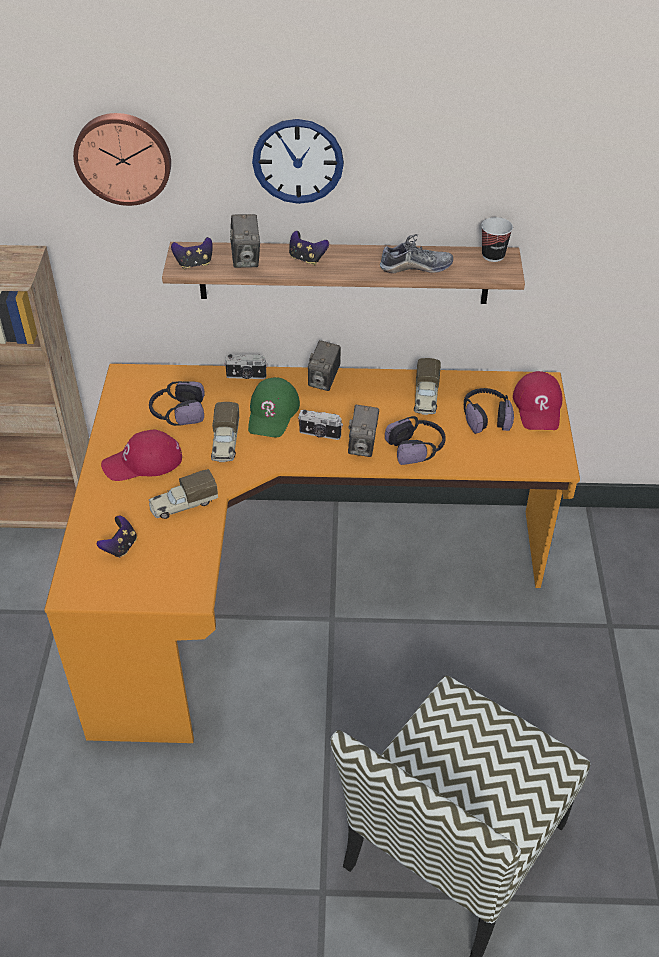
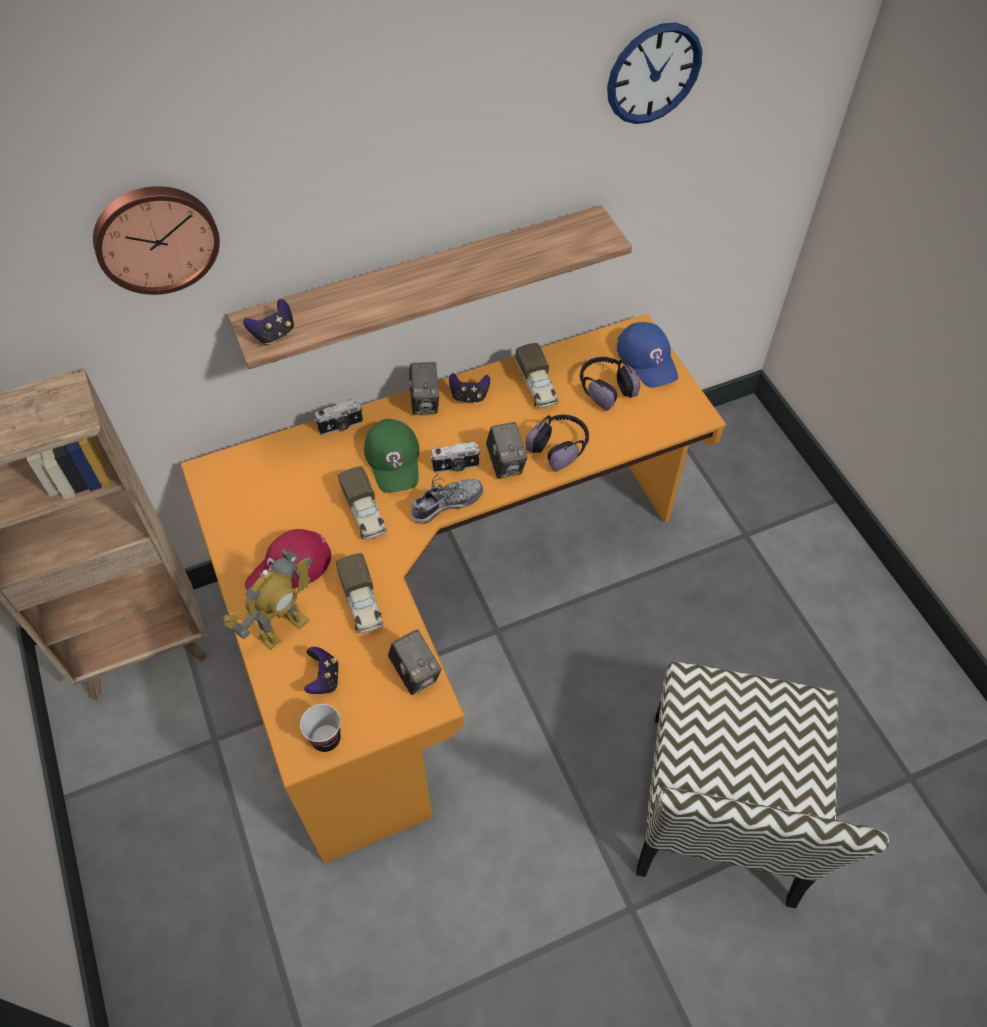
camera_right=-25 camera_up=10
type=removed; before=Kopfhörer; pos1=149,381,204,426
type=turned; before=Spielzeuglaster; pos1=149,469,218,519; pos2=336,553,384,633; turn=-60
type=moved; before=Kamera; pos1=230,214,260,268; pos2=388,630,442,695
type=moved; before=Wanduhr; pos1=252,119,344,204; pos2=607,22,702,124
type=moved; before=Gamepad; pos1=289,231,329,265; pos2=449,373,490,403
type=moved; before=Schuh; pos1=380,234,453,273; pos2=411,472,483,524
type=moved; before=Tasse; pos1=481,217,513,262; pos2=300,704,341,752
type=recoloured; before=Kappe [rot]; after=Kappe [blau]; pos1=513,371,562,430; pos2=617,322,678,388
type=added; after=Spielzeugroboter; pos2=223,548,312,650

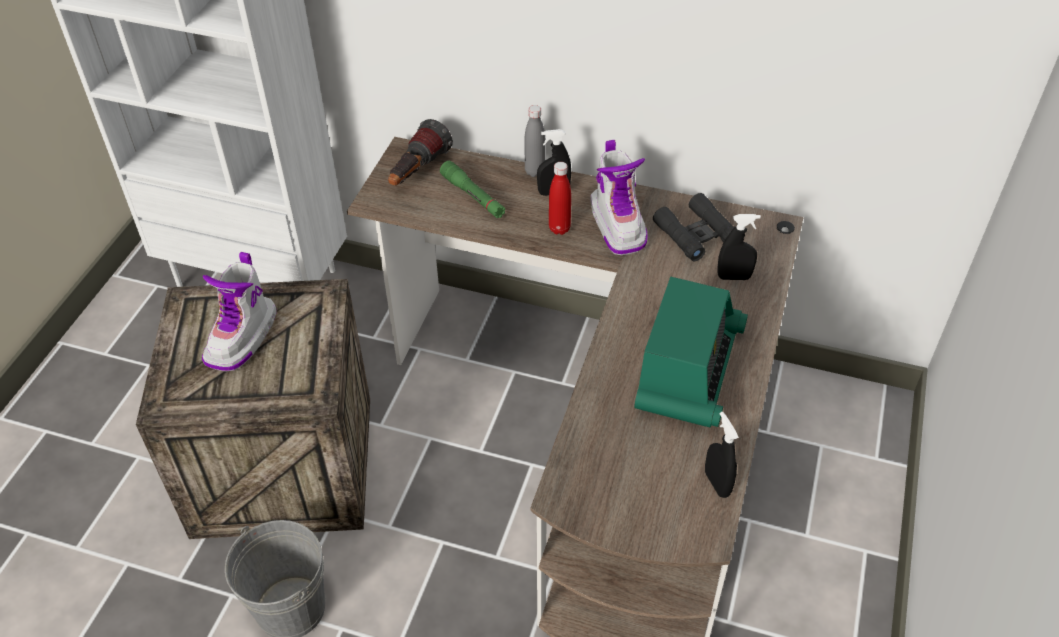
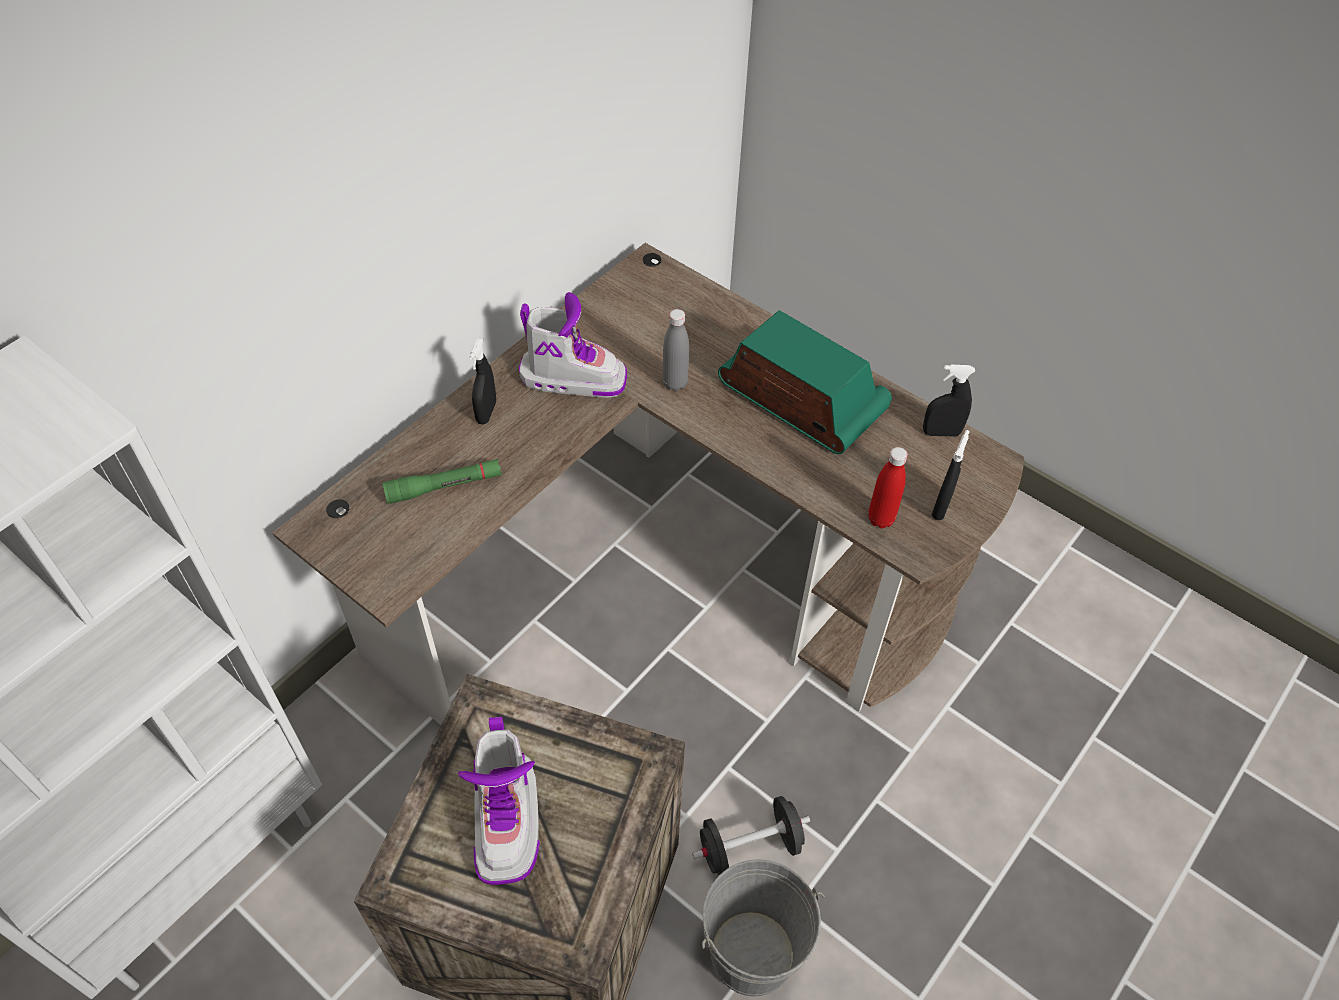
camera_right=-70 camera_up=5
type=turned; before=Stiefel; pos1=202,252,277,372; pos2=458,717,540,885; turn=45
type=removed; before=Taschenlampe; pos1=388,119,453,186
type=moved; before=Flasche [grau]; pos1=525,105,546,177; pos2=662,309,689,391
type=moved; before=Flasche [rot]; pos1=549,162,571,235; pos2=868,447,908,528
type=removed; before=Fernglas [schwarz]; pos1=653,193,734,261
type=moved; before=Sprühflasche [schwarz]; pos1=718,214,761,280; pos2=932,430,970,520
type=added; after=Hantel [schwarz]; pos2=692,796,810,875

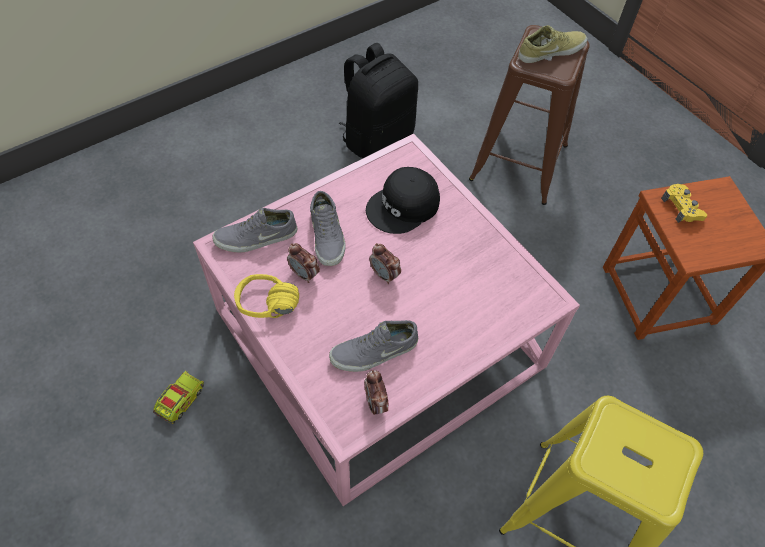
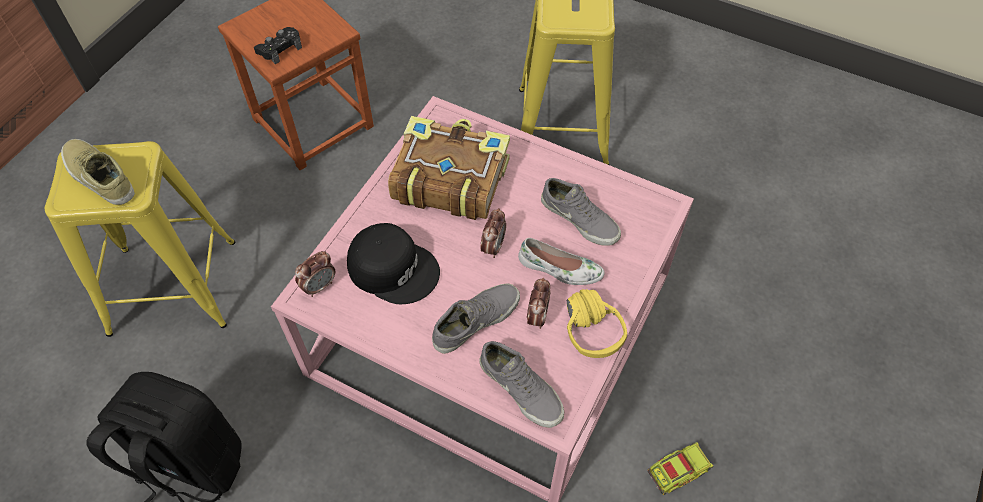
camera_right=-115 camera_up=0
type=turned; before=Spielzeuglaster; pos1=153,371,204,424; pos2=648,442,713,495; turn=150
type=moved; before=Wecker; pos1=364,370,388,415; pos2=295,251,335,297
type=recoloured; before=Hocker [braun]; after=Hocker [gelb]; pos1=469,25,590,205; pos2=45,141,235,337
type=recoloured; before=Gamepad [gelb]; after=Gamepad [schwarz]; pos1=661,184,707,223; pos2=254,27,302,65
type=added; after=Buch; pos2=388,116,510,220
type=added; after=Schuh [weiß]; pos2=518,238,605,285

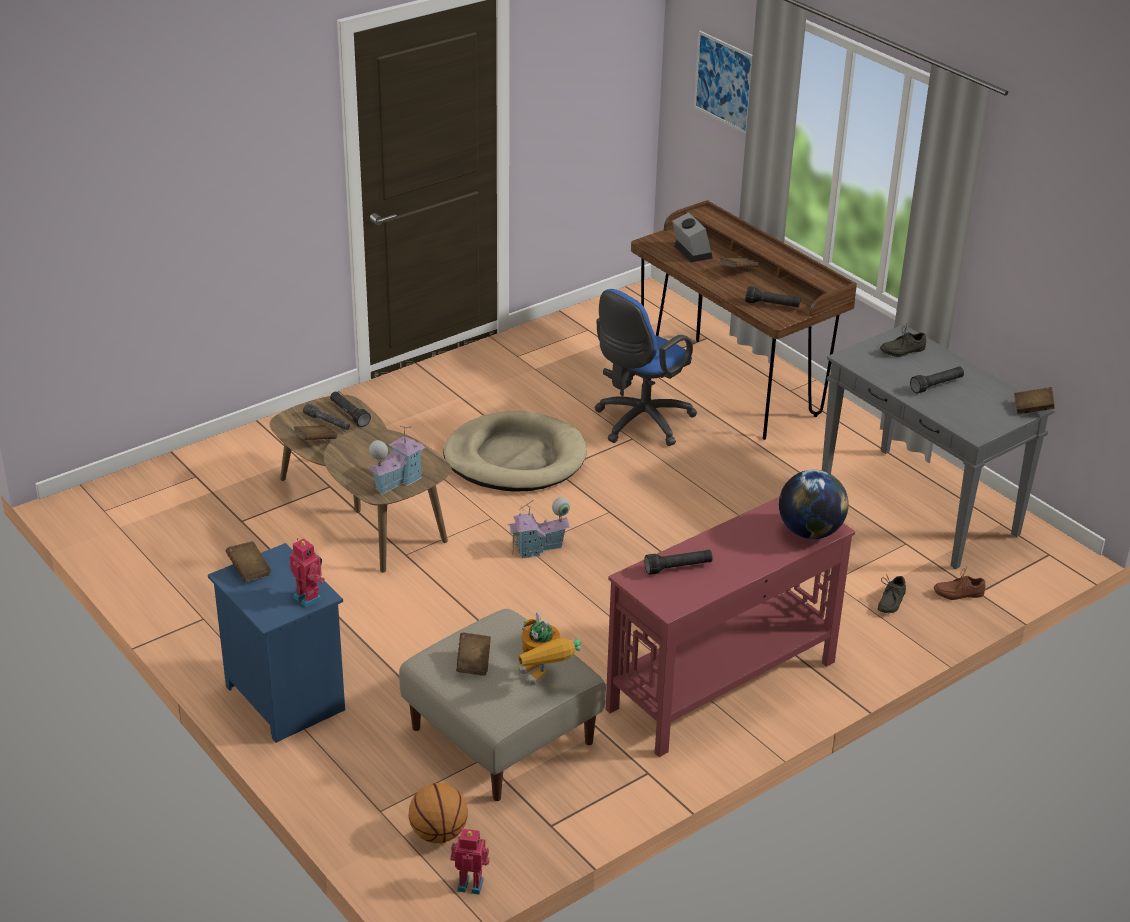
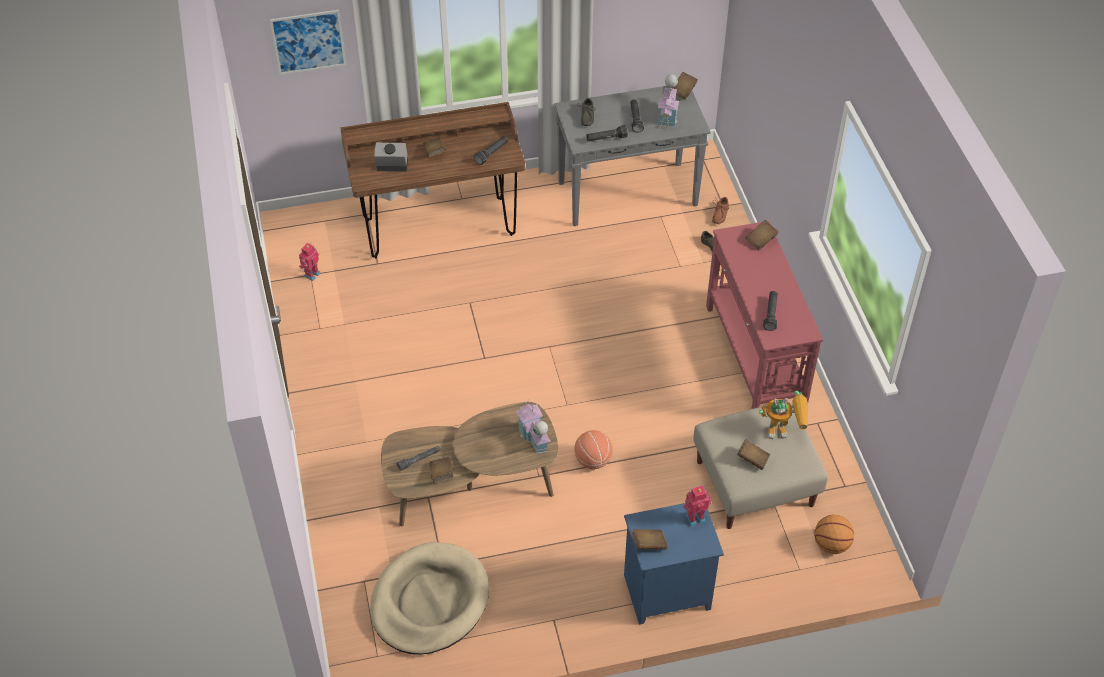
camera_right=-65 camera_up=15
type=moved; before=Taschenlampe [schwarz]; pos1=330,392,371,427; pos2=586,125,628,141
type=moved; before=Hundebett [beige]; pos1=443,411,587,492; pos2=370,542,489,655
type=moved; before=Spielzeugroboter; pos1=450,828,490,895; pos2=299,243,321,281
type=moved; before=Spielzeughaus; pos1=508,497,570,558; pos2=657,74,679,130
type=removed; before=Bürostuhl [blau]; pos1=595,289,697,446
type=replaced; before=Globus; after=Buch [braun]; pos1=779,470,849,539; pos2=745,220,778,250
type=added; after=Basketball; pos2=574,430,613,469

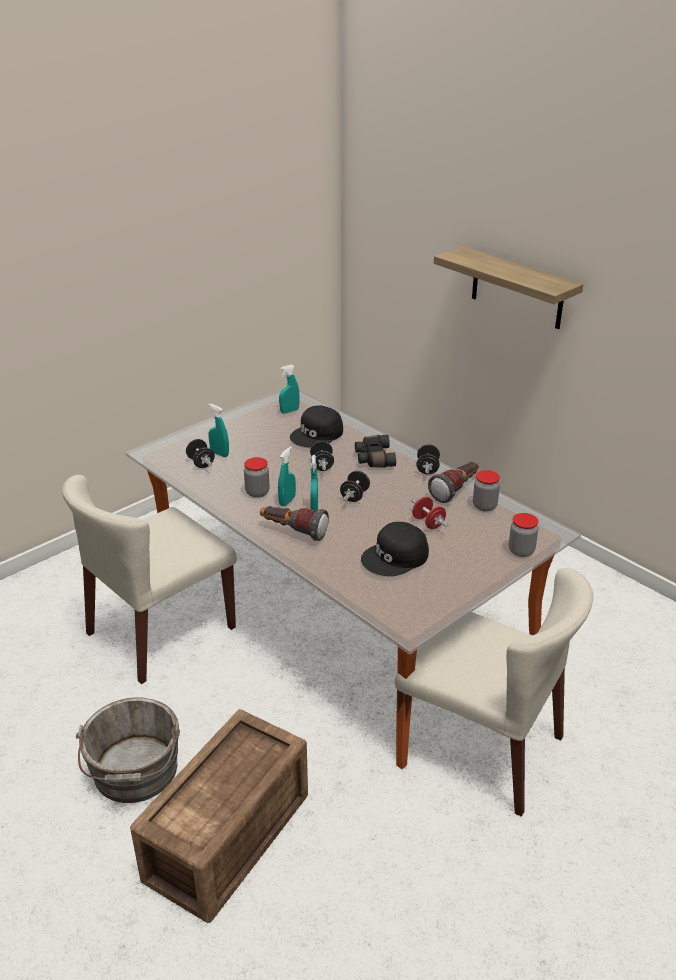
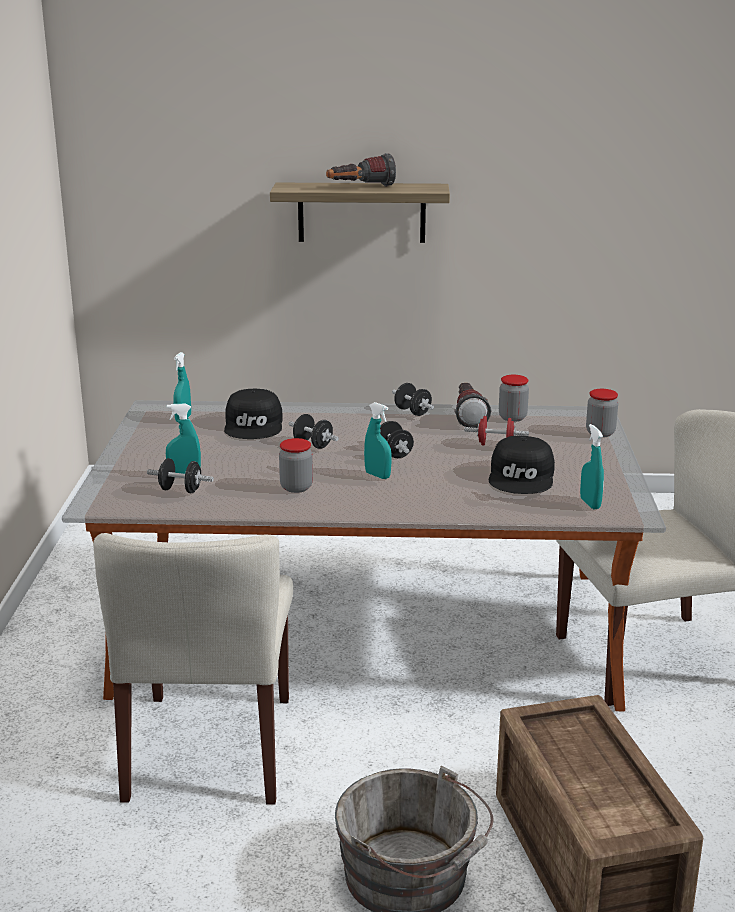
camera_right=-45 camera_up=-10
type=moved; before=Taschenlampe; pos1=260,506,329,541; pos2=326,153,396,186
type=moved; before=Sprühflasche [türkis]; pos1=278,446,296,506; pos2=580,424,604,509
type=removed; before=Fernglas [schwarz]; pos1=355,435,396,467

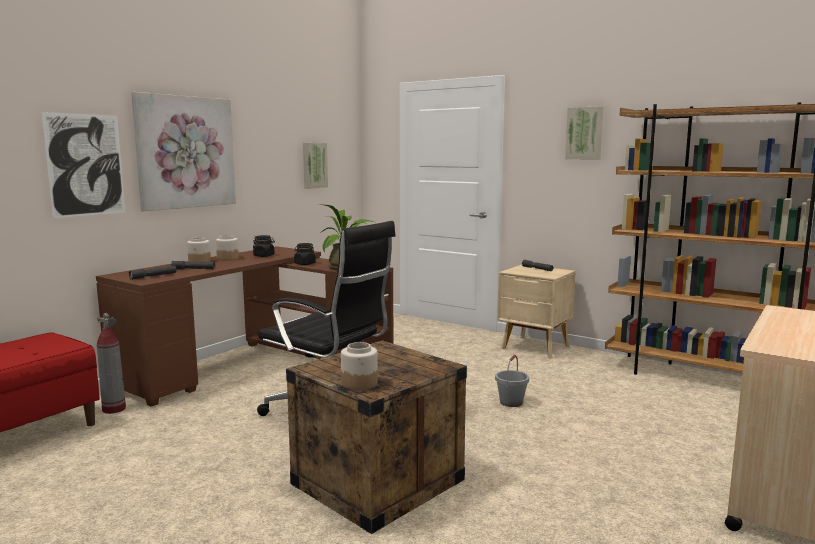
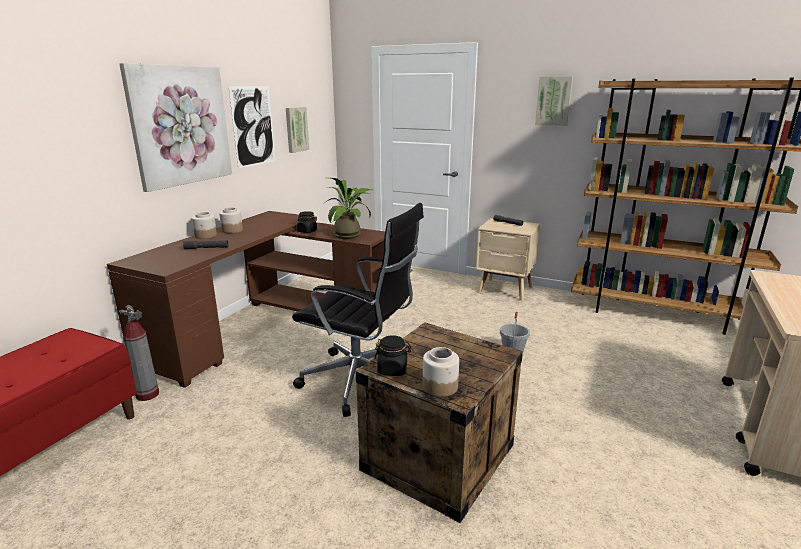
camera_right=-10 camera_up=10
type=moved; before=Bild; pos1=41,112,125,218; pos2=228,86,275,168
type=removed; before=Taschenlampe [grau]; pos1=129,266,176,280
type=moved; before=Vorratsglas [schwarz]; pos1=253,235,275,257; pos2=374,335,411,376

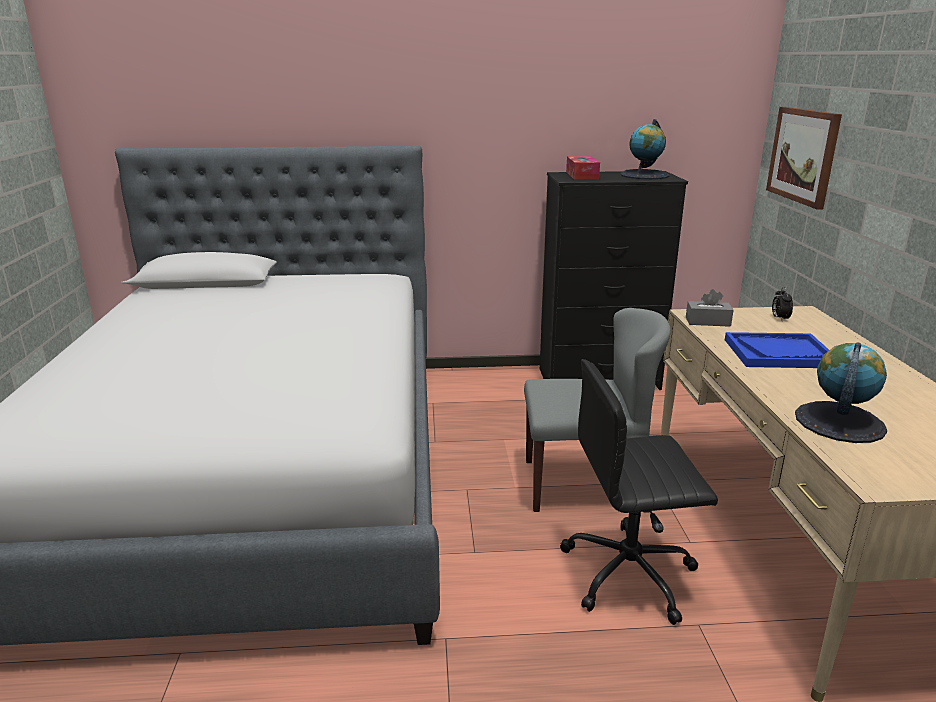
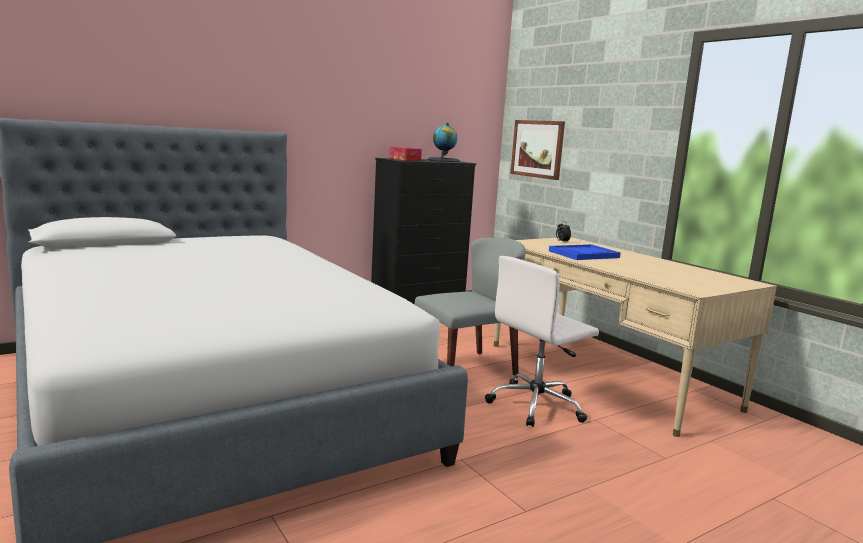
camera_right=-30 camera_up=-10
type=recoloured; before=Bürostuhl [schwarz]; after=Bürostuhl [weiß]; pos1=560,359,718,625; pos2=485,256,599,427
type=removed; before=Taschentuchbox [grau]; pos1=686,289,734,327
type=removed; before=Globus; pos1=795,342,887,443

